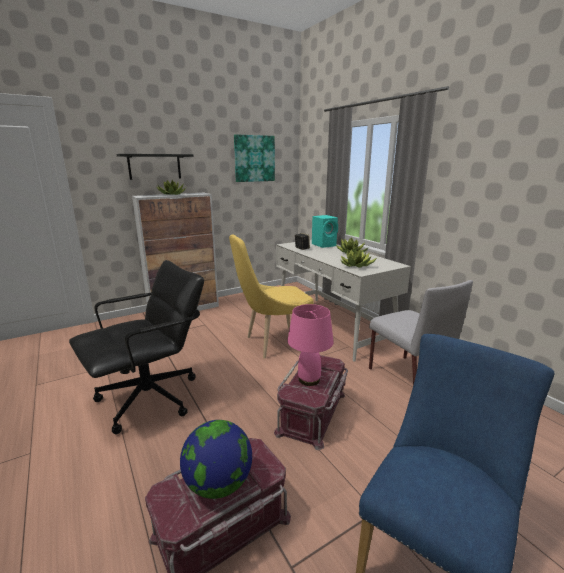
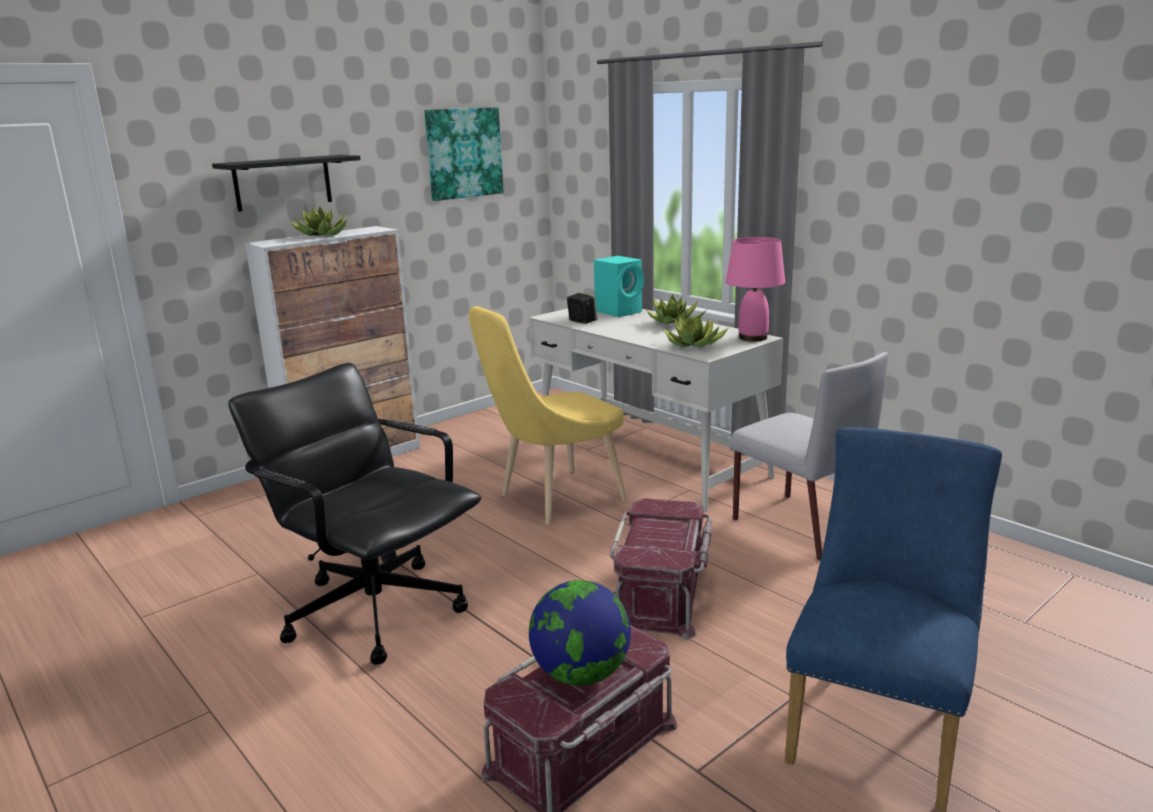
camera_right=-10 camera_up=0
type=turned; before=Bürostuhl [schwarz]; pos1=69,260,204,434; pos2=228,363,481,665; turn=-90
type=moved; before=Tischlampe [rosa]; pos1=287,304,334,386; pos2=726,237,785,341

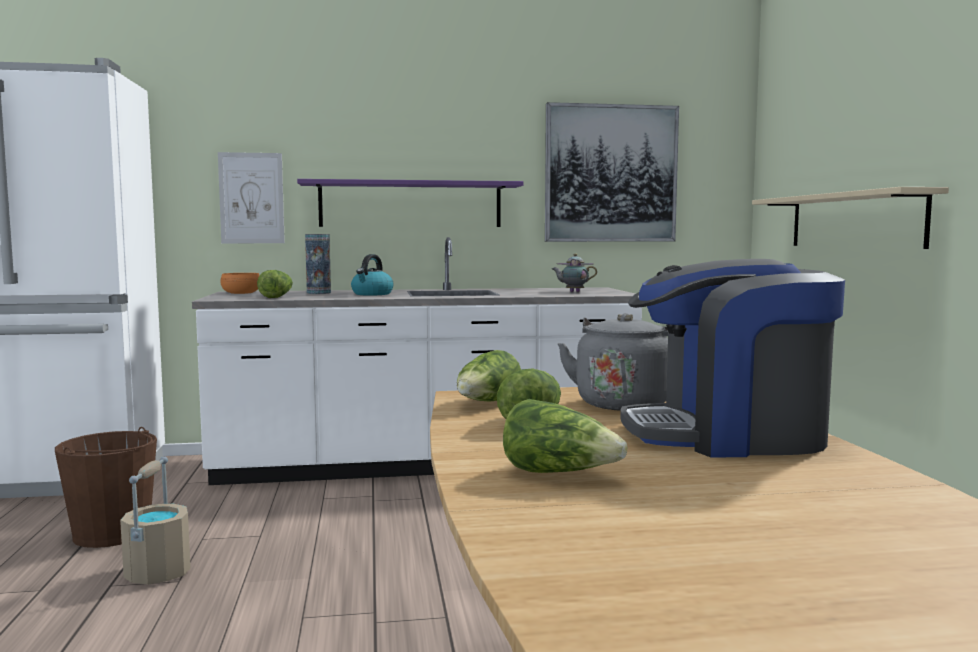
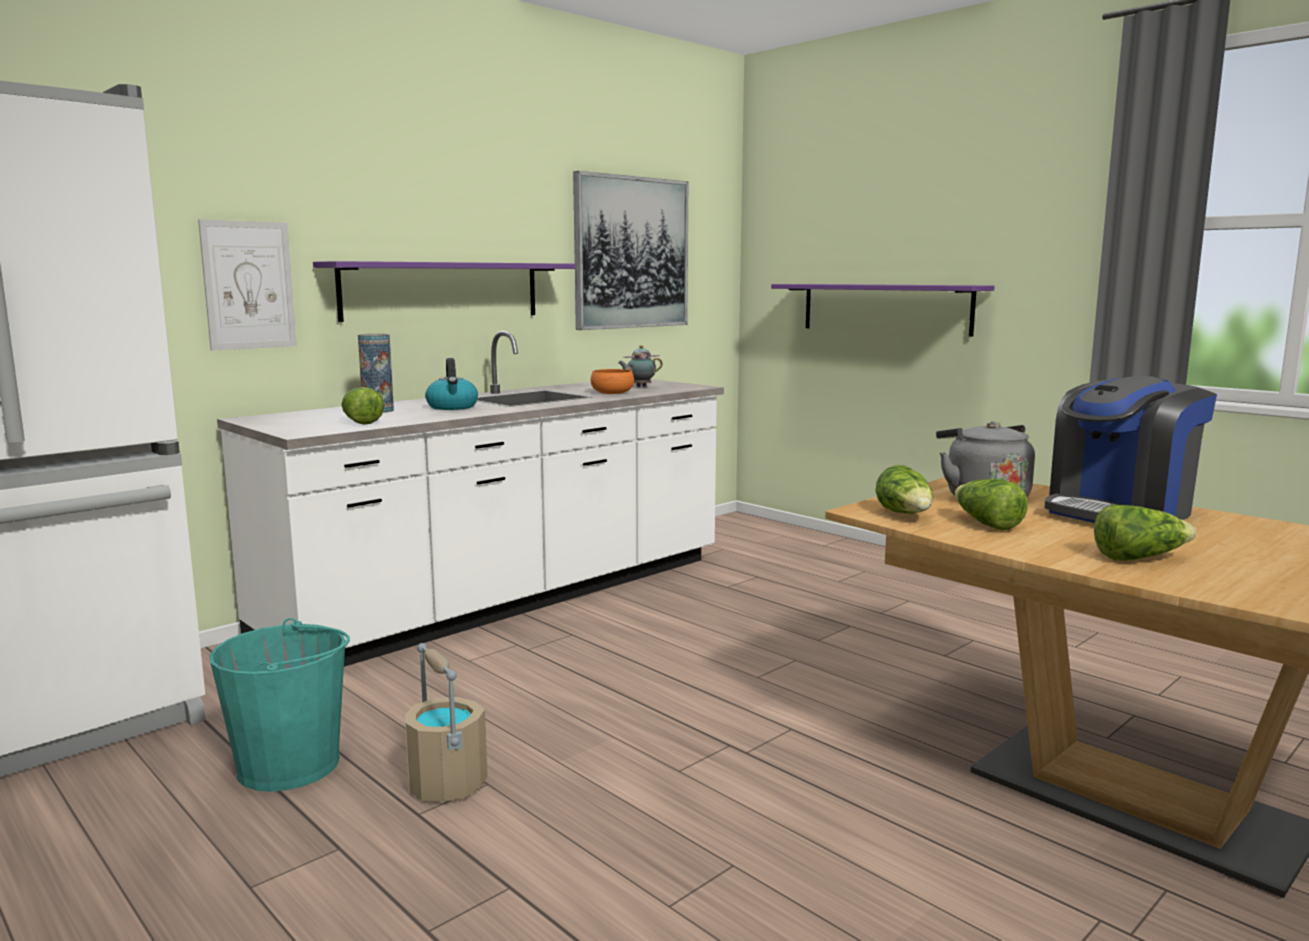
camera_right=-35 camera_up=5
type=recoloured; before=Eimer [braun]; after=Eimer [türkis]; pos1=55,427,157,548; pos2=209,618,350,792
type=moved; before=Schüssel [orange]; pos1=220,273,260,294; pos2=591,369,634,394
type=recoloured; before=Wandregal [beige]; after=Wandregal [lila]; pos1=752,187,949,249; pos2=771,284,995,337

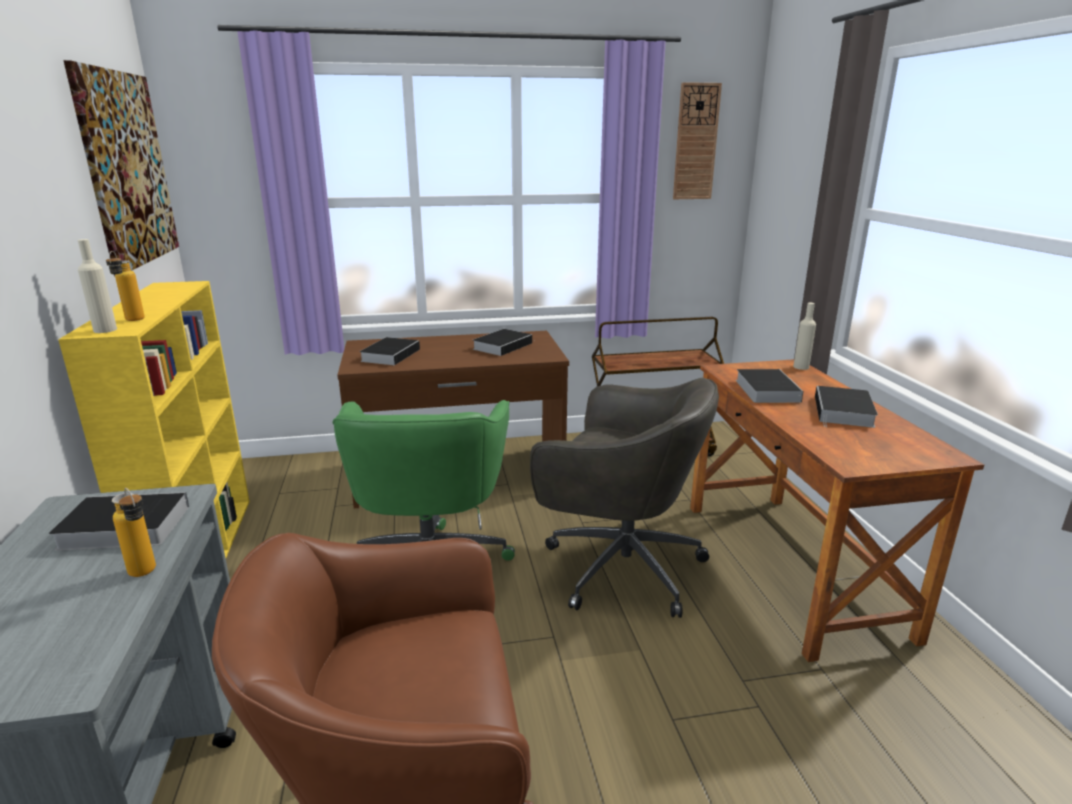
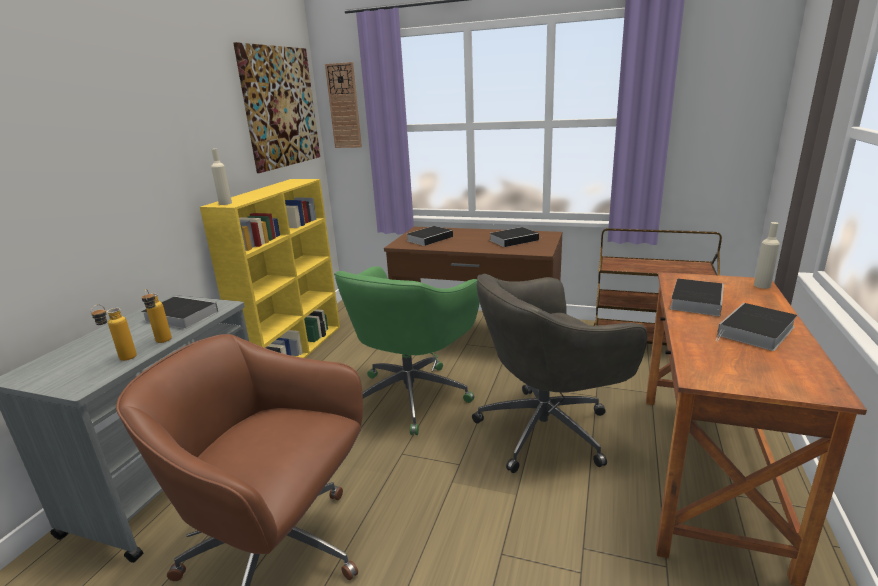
camera_right=30 camera_up=0
type=moved; before=Flasche; pos1=106,251,145,321; pos2=91,304,137,361
type=turned; before=Bürostuhl [grau]; pos1=530,378,719,618; pos2=472,274,648,473; turn=105
type=moved; before=Wanduhr; pos1=673,82,722,199; pos2=325,62,362,148

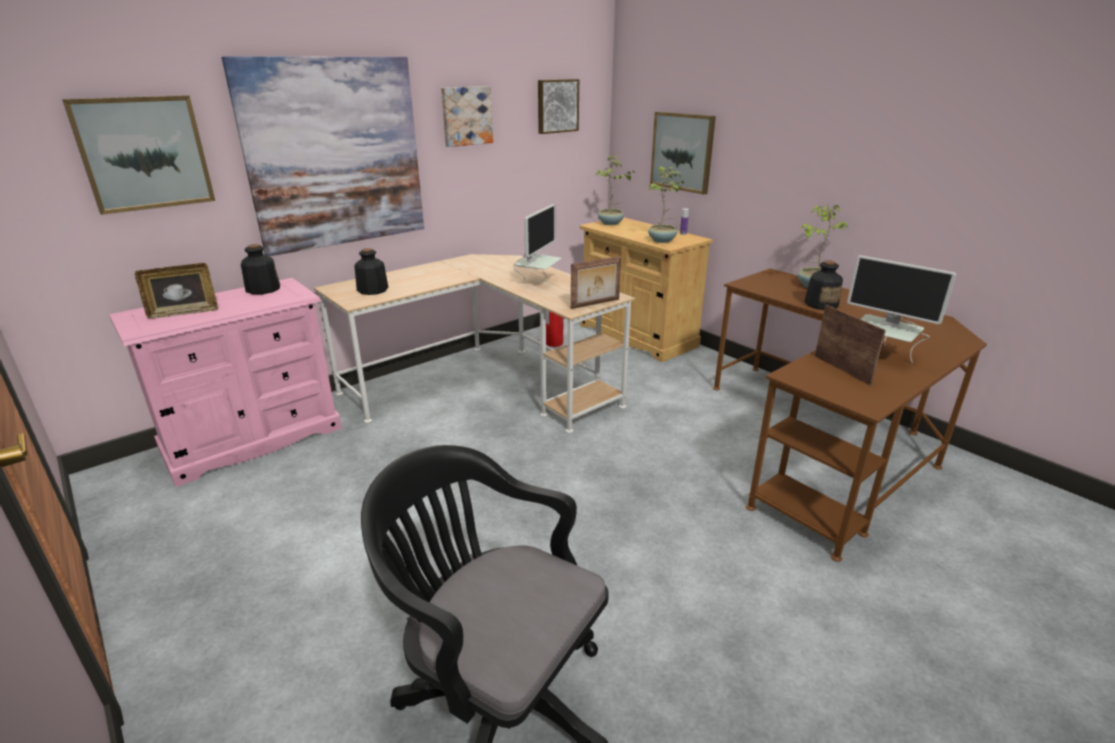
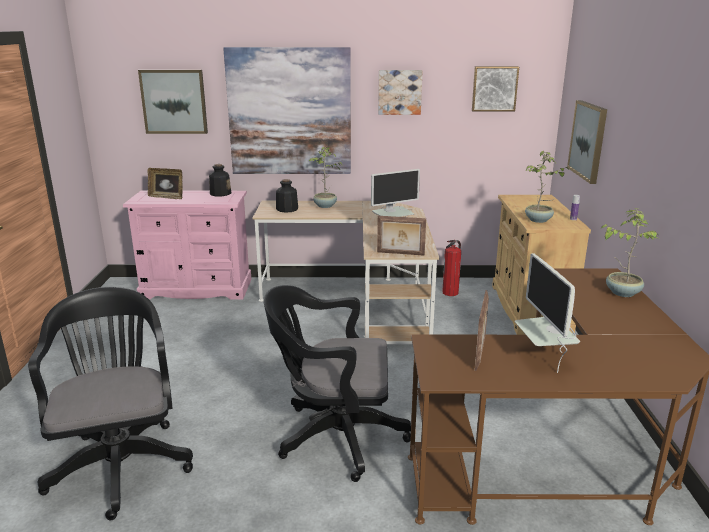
camera_right=40 camera_up=-5
type=moved; before=Topfpflanze; pos1=595,155,635,225; pos2=309,147,342,208
type=removed; before=Flasche; pos1=804,260,843,310
type=added; after=Bürostuhl [schwarz]; pos2=263,285,411,482

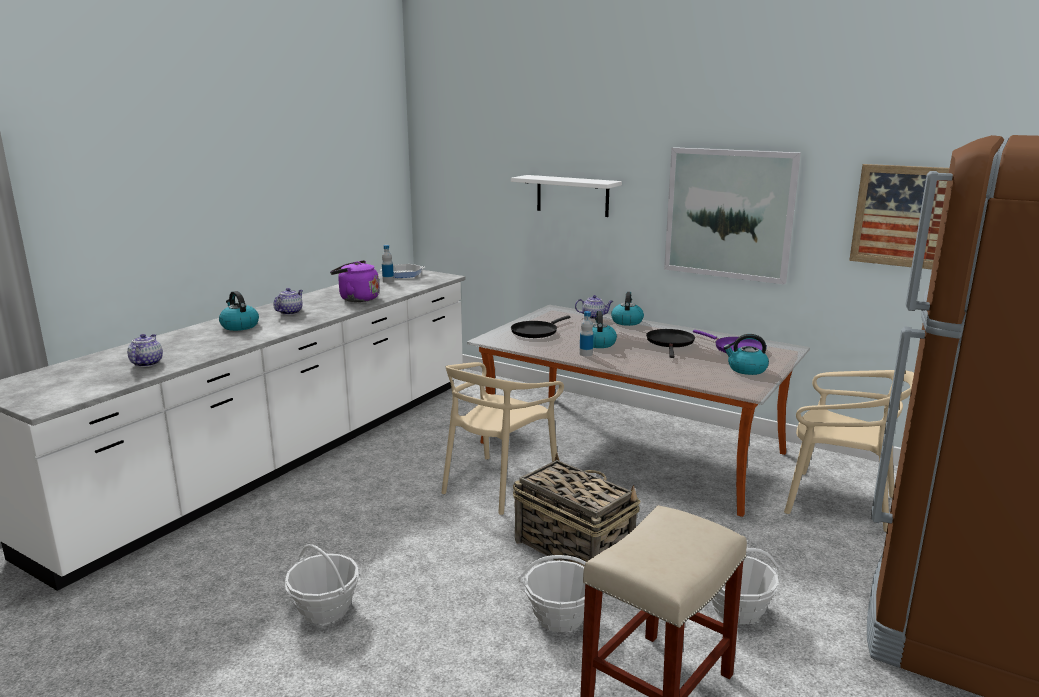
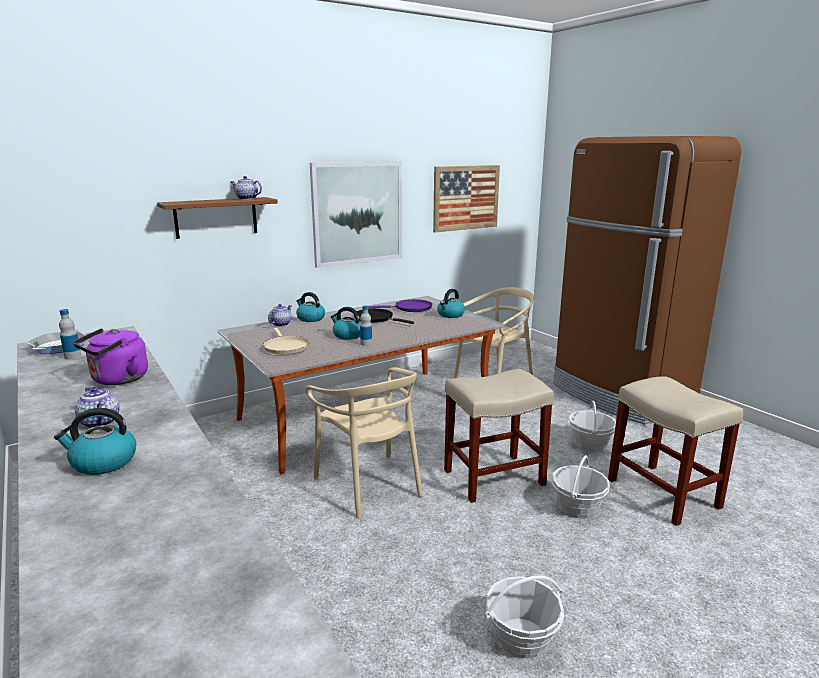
camera_right=-65 camera_up=0
type=moved; before=Teekanne; pos1=127,334,163,367; pos2=231,176,262,200
type=recoloured; before=Wandregal [weiß]; after=Wandregal [braun]; pos1=511,175,622,217; pos2=157,197,278,239
type=recoloured; before=Pfanne [schwarz]; after=Pfanne [beige]; pos1=511,316,571,338; pos2=263,328,310,354
type=replaced; before=Korb; after=Hocker [beige]; pos1=513,453,641,566; pos2=444,369,554,503

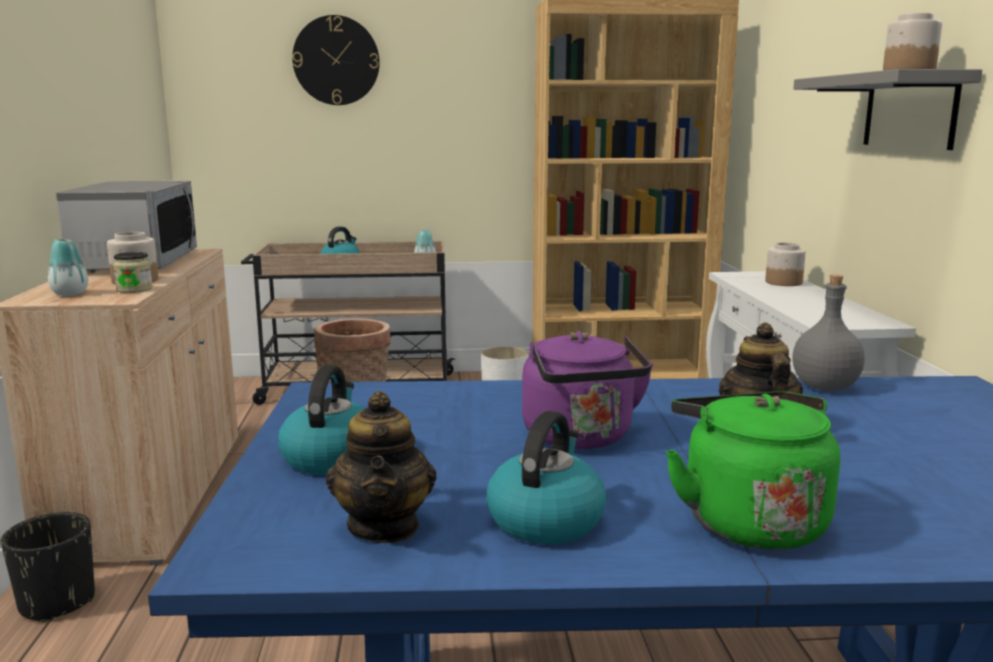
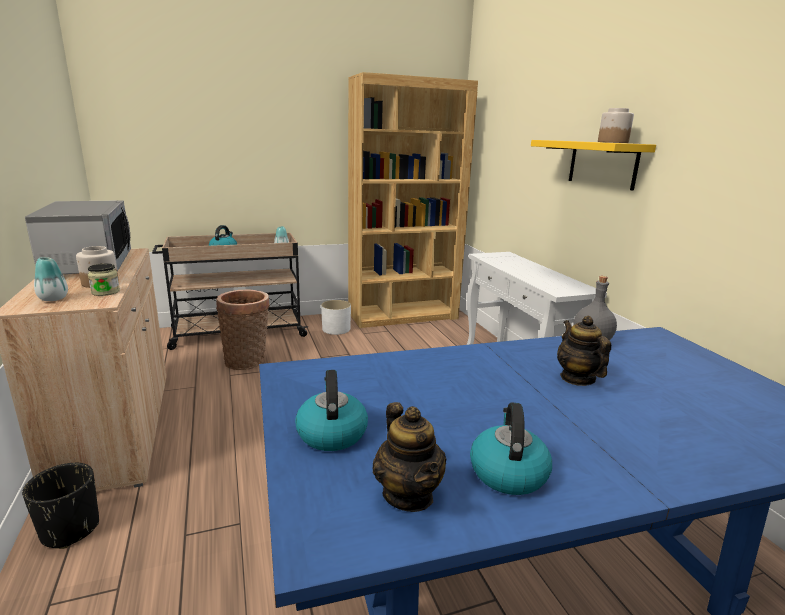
camera_right=-15 camera_up=5
type=removed; before=Wanduhr; pos1=292,15,380,105
type=removed; before=Wasserkessel [lila]; pos1=522,331,653,449
type=removed; before=Wasserkessel [grün]; pos1=665,392,840,550
type=removed; before=Vorratsglas; pos1=765,243,806,286
type=recoloured; before=Wandregal [grau]; after=Wandregal [gelb]; pos1=793,69,982,150; pos2=531,140,656,191

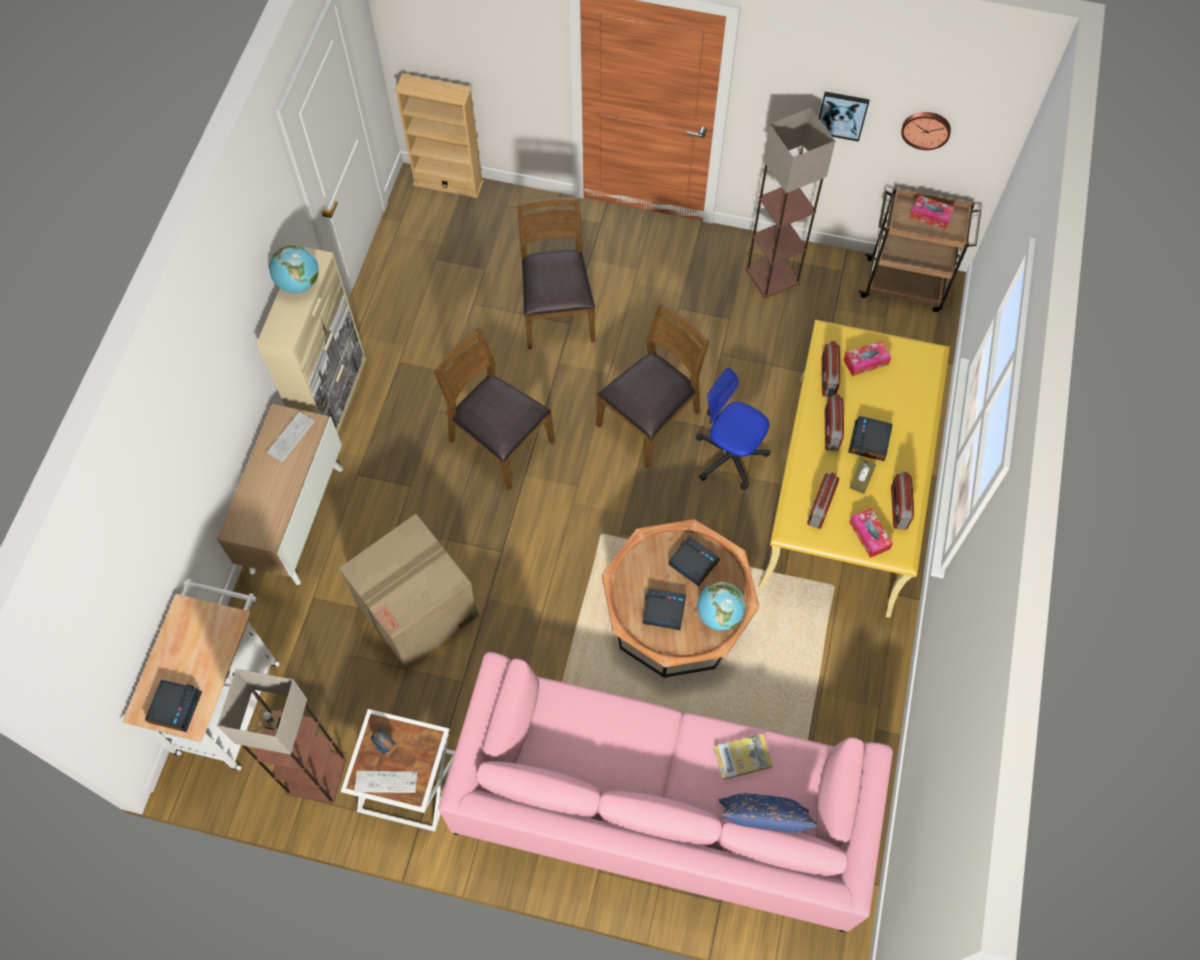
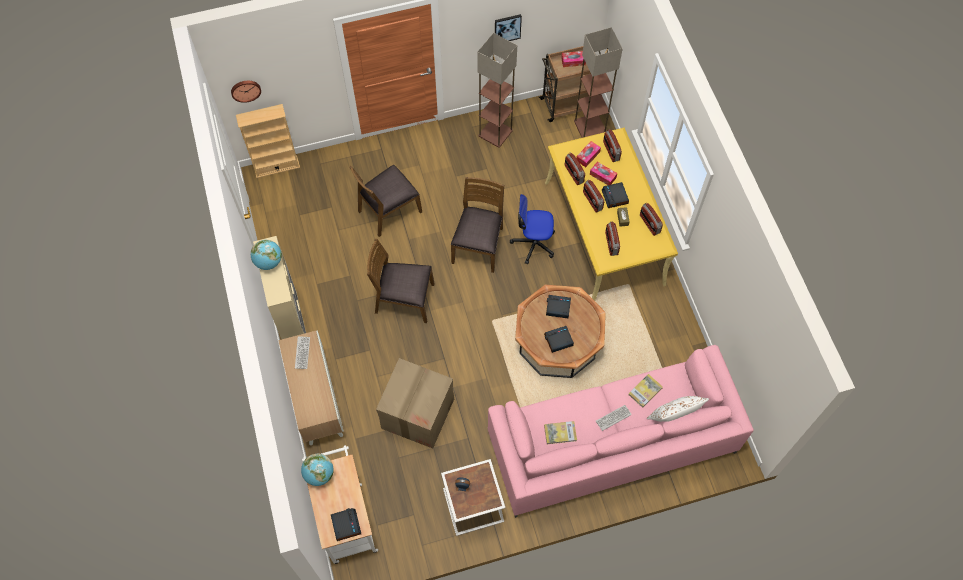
camera_right=-30 camera_up=0
type=moved; before=Stehlampe; pos1=217,669,347,804; pos2=574,27,623,138
type=moved; before=Tastatur; pos1=354,771,417,793; pos2=596,405,632,431
type=turned; before=Stuhl [braun]; pos1=517,197,595,349; pos2=349,165,422,237; turn=-90
type=moved; before=Globus; pos1=697,582,746,631; pos2=301,453,334,486
type=recoloured; before=Kissen [blau]; after=Kissen [weiß]; pos1=718,793,818,832; pos2=646,396,709,422
type=moved; before=Taschentuchbox; pos1=849,508,893,558; pos2=590,162,617,185
type=moved; before=Wanduhr; pos1=901,112,951,150; pos2=231,81,261,103
type=added; after=Buch; pos2=544,421,577,444
type=added; after=Radio; pos2=603,129,622,162

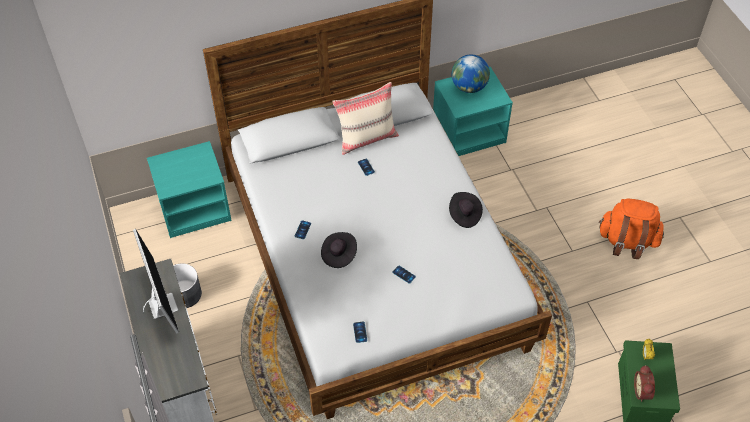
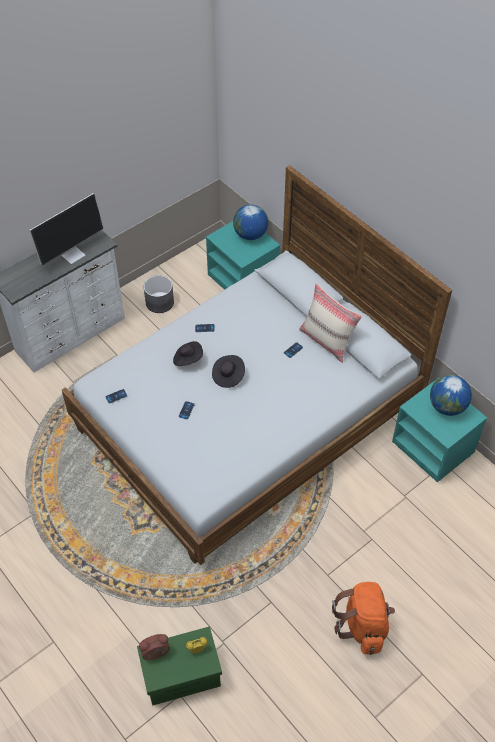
camera_right=70 camera_up=0
type=moved; before=Hut [schwarz]; pos1=449,192,483,228; pos2=212,355,245,388
type=added; after=Globus; pos2=233,205,268,240

